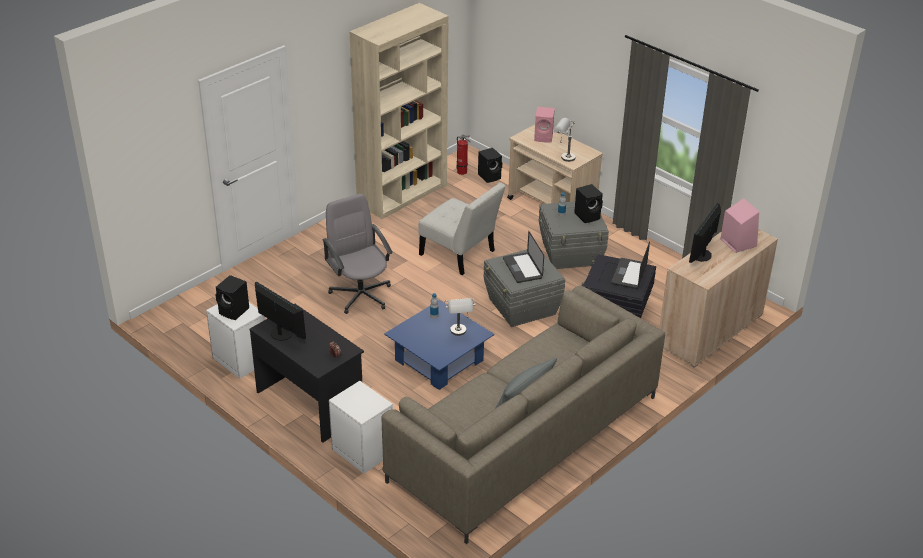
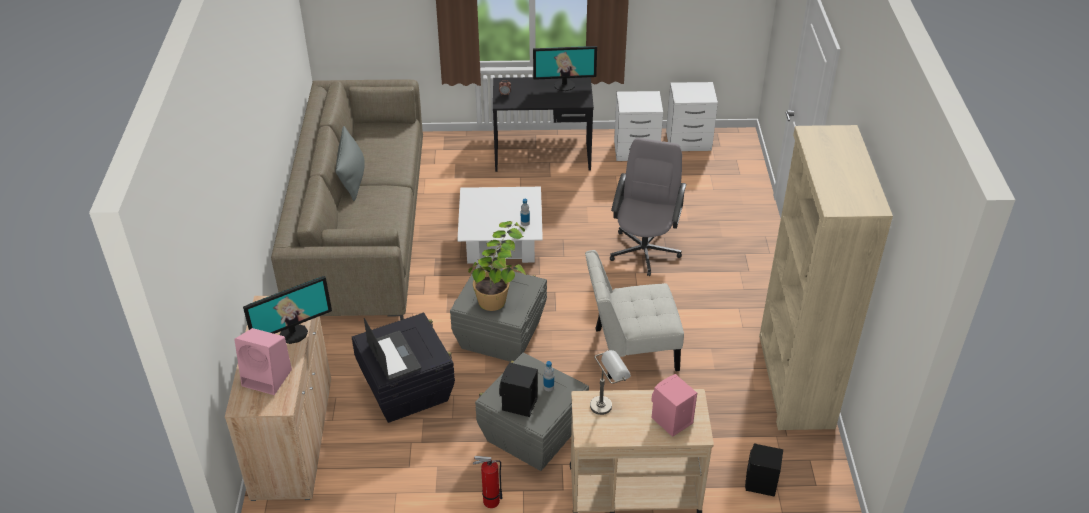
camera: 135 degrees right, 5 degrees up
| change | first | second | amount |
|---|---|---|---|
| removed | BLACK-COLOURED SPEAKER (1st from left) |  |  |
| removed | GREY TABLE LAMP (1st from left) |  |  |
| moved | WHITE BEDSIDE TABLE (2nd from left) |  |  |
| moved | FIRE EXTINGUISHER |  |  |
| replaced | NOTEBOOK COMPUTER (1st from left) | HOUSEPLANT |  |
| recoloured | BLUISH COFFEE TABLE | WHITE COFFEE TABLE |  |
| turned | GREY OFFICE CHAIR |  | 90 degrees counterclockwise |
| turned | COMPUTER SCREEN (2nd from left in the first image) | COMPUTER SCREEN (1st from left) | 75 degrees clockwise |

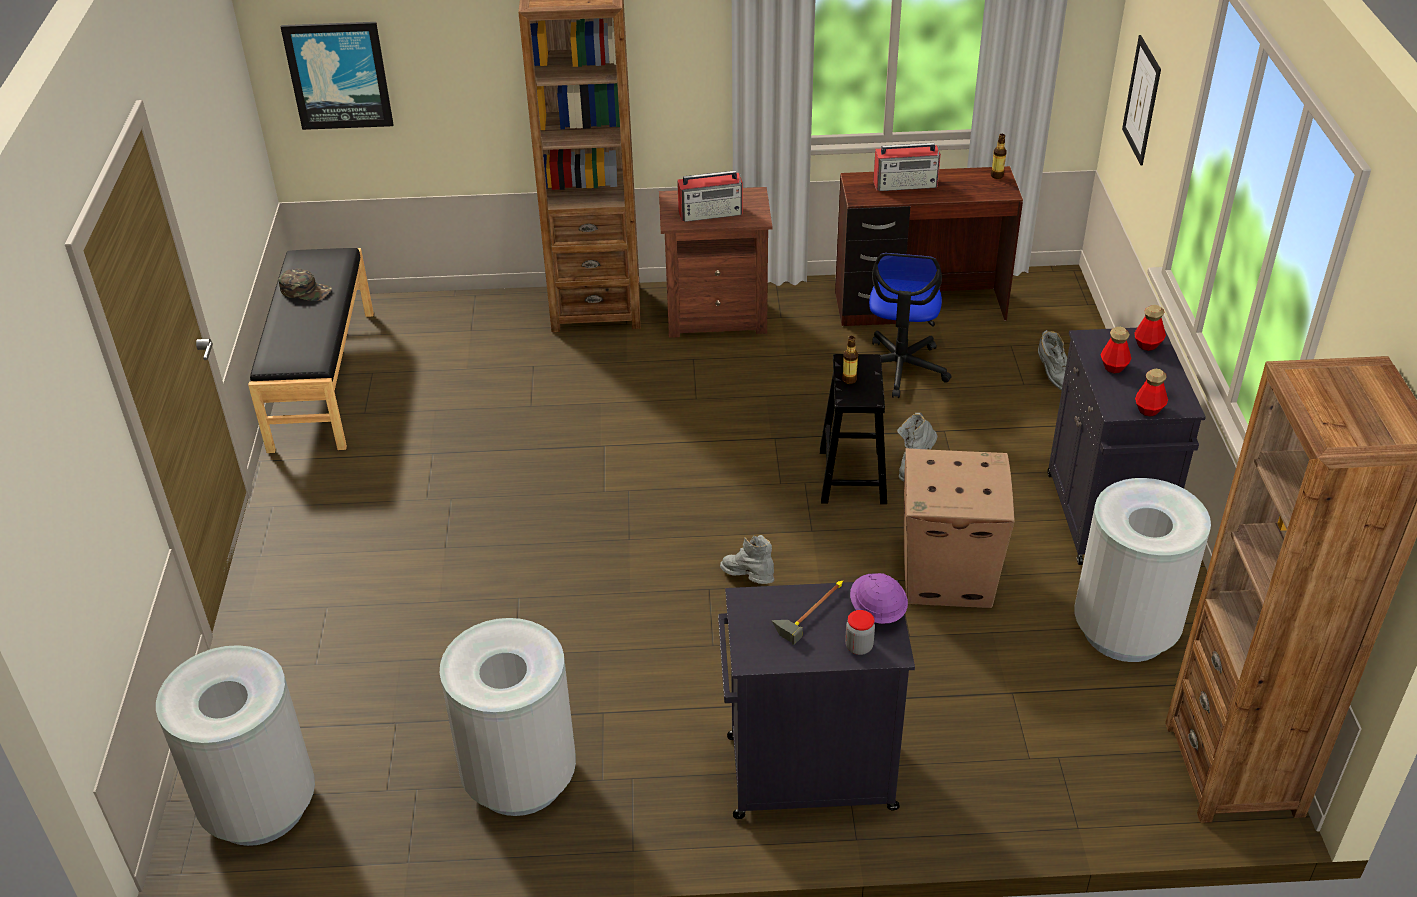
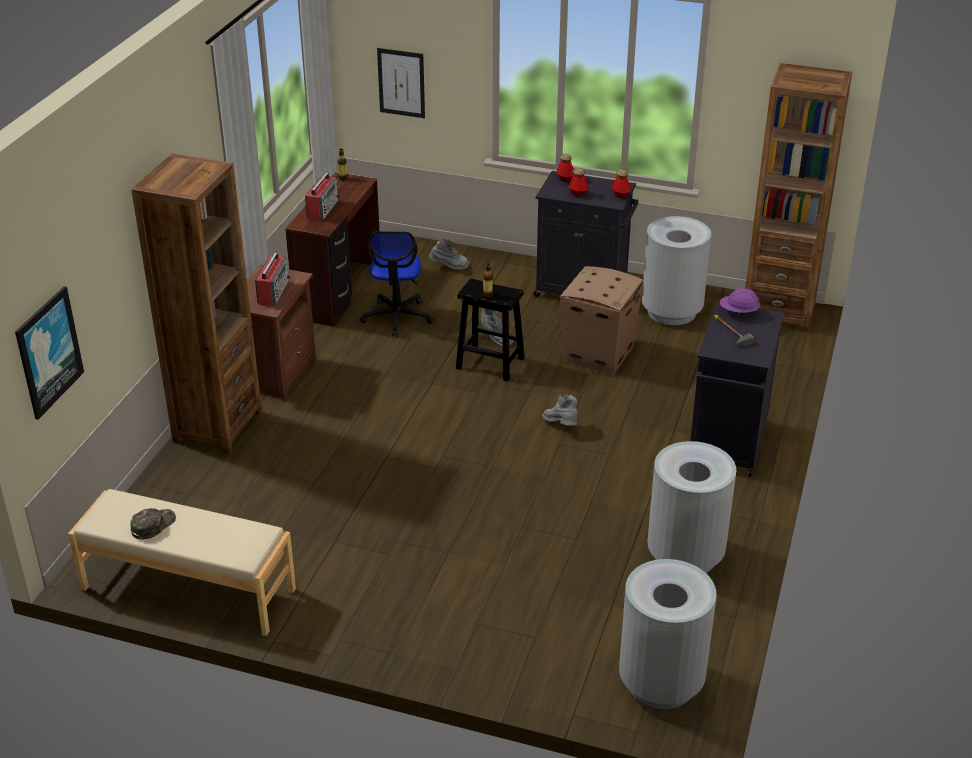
camera: 70 degrees left, 5 degrees down
| change | first | second | amount |
|---|---|---|---|
| removed | JAR |  |  |
| recoloured | BLACK-COLOURED INDOOR BENCH | SAND-COLOURED INDOOR BENCH |  |
| turned | GREY BOOT (1st from left in the first image) | GREY BOOT (3rd from left) | 75 degrees clockwise |
| turned | OFFICE CHAIR |  | 60 degrees clockwise |

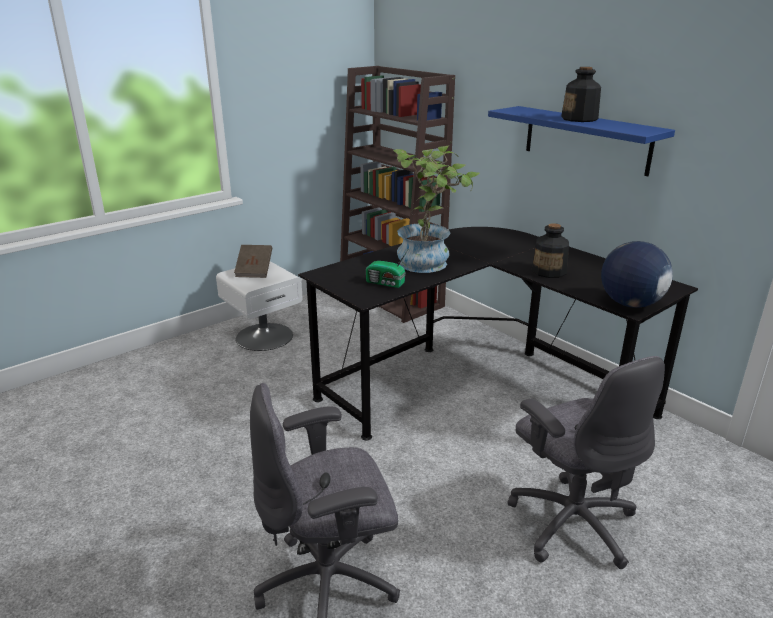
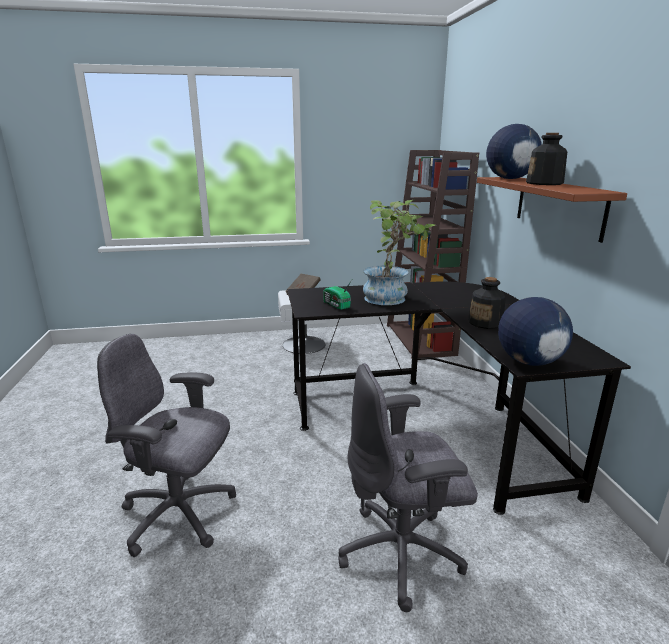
camera: 30 degrees right, 5 degrees down
| change | first | second | amount |
|---|---|---|---|
| added |  | GLOBE (1st from left) |  |
| recoloured | BLUISH SHELF | BROWN-COLOURED SHELF |  |
| turned | GREY OFFICE CHAIR (2nd from left) |  | 75 degrees clockwise |

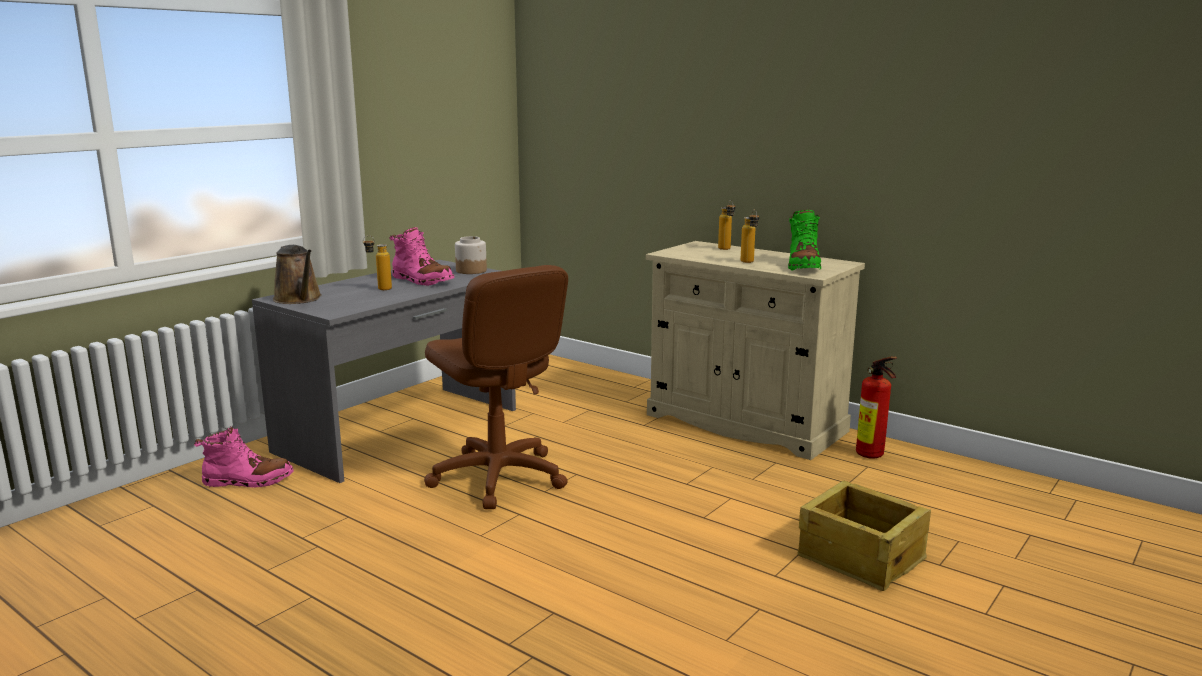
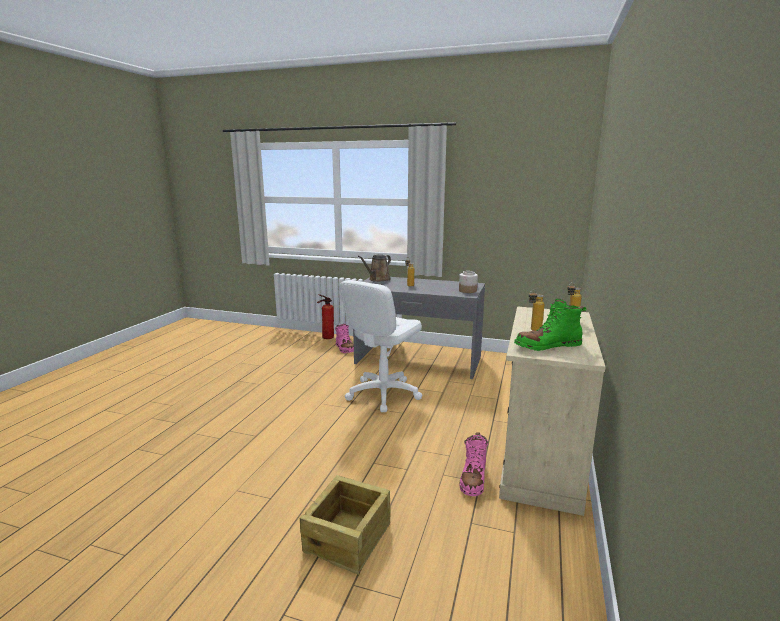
camera: 70 degrees right, 0 degrees up
| change | first | second | amount |
|---|---|---|---|
| moved | PINK BOOT (2nd from left) |  |  |
| moved | FIRE EXTINGUISHER |  |  |
| recoloured | BROWN-COLOURED OFFICE CHAIR | WHITE OFFICE CHAIR |  |

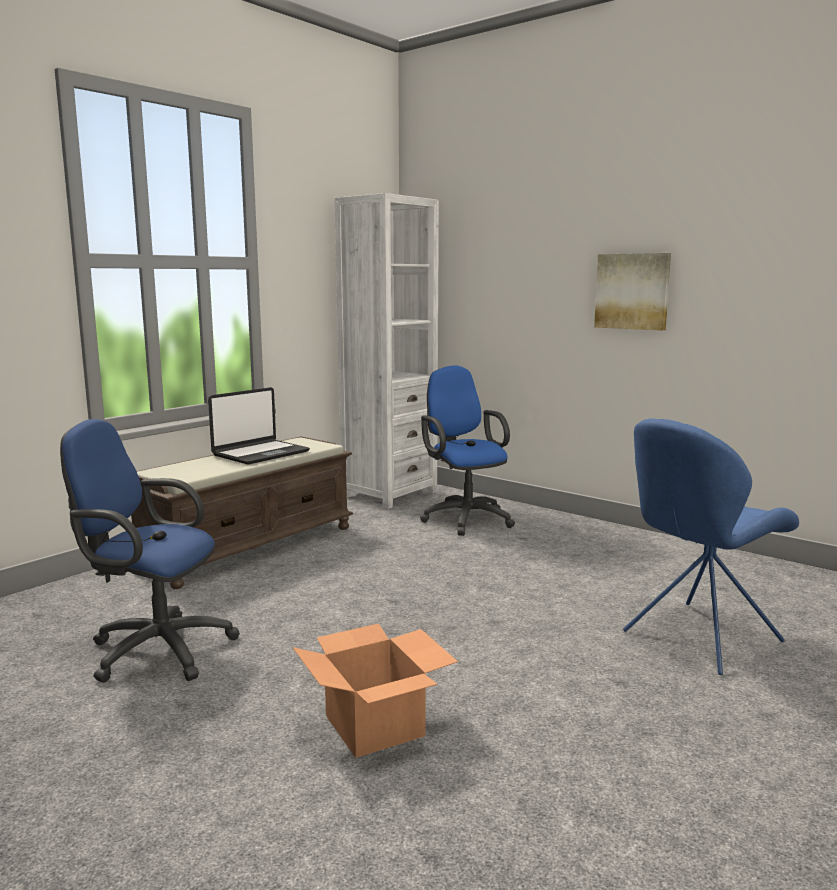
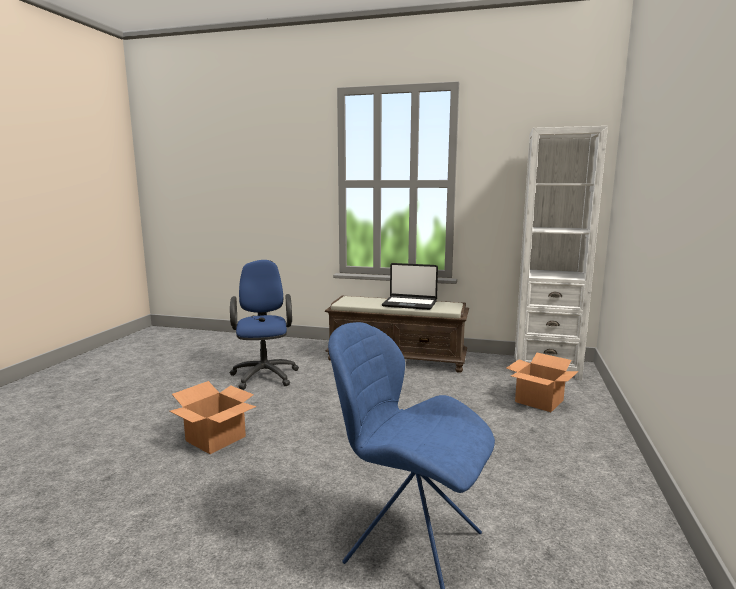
camera: 65 degrees right, 0 degrees up
| change | first | second | amount |
|---|---|---|---|
| removed | WALL PICTURE |  |  |
| replaced | BLUISH OFFICE CHAIR (2nd from left) | CARTON (2nd from left) |  |

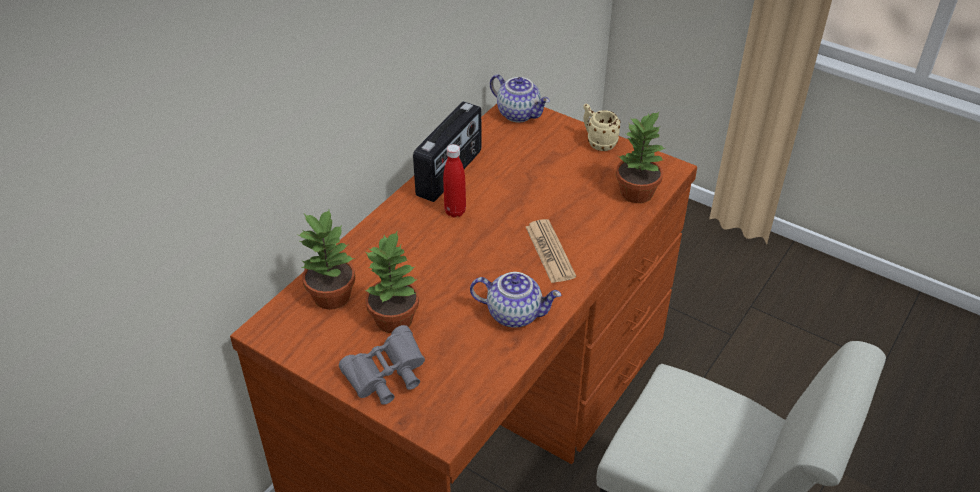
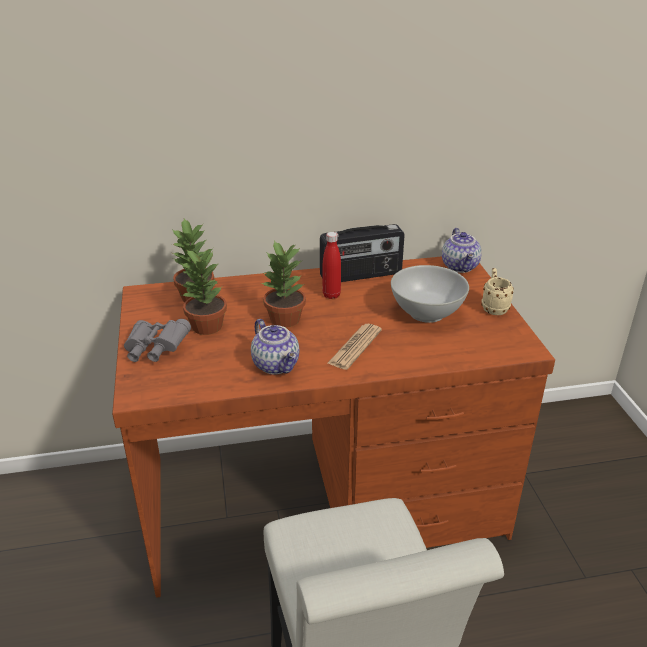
camera: 45 degrees right, 10 degrees down
| change | first | second | amount |
|---|---|---|---|
| added |  | WHITE BOWL |  |
| moved | HOUSEPLANT (3rd from left) |  |  |

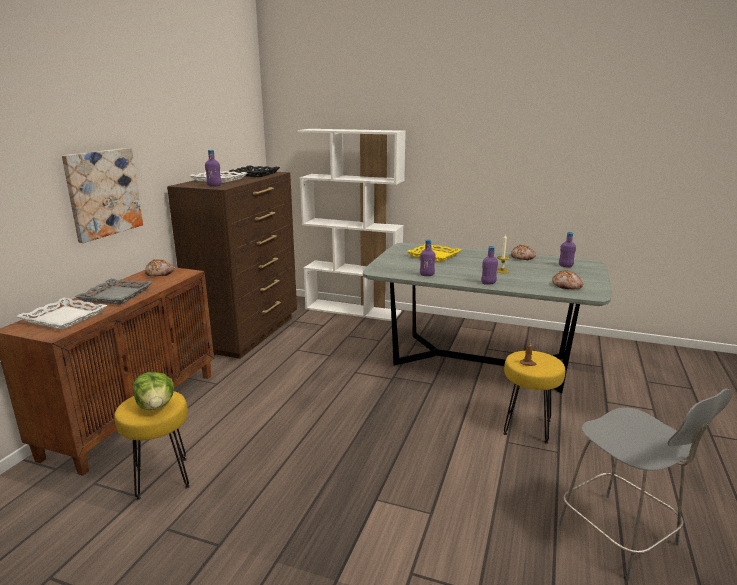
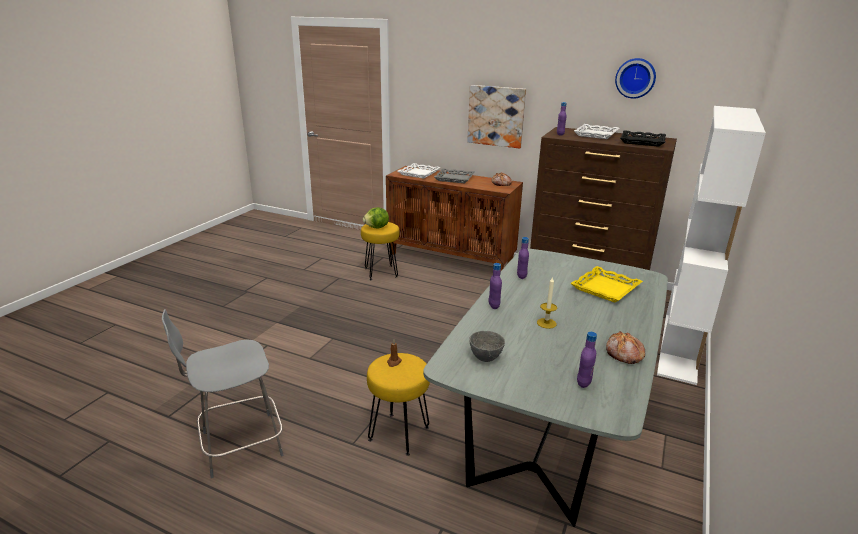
camera: 95 degrees right, 5 degrees up
| change | first | second | amount |
|---|---|---|---|
| added |  | HANGING CLOCK |  |
| replaced | BAKERY BREAD (3rd from left) | GREY BOWL |  |

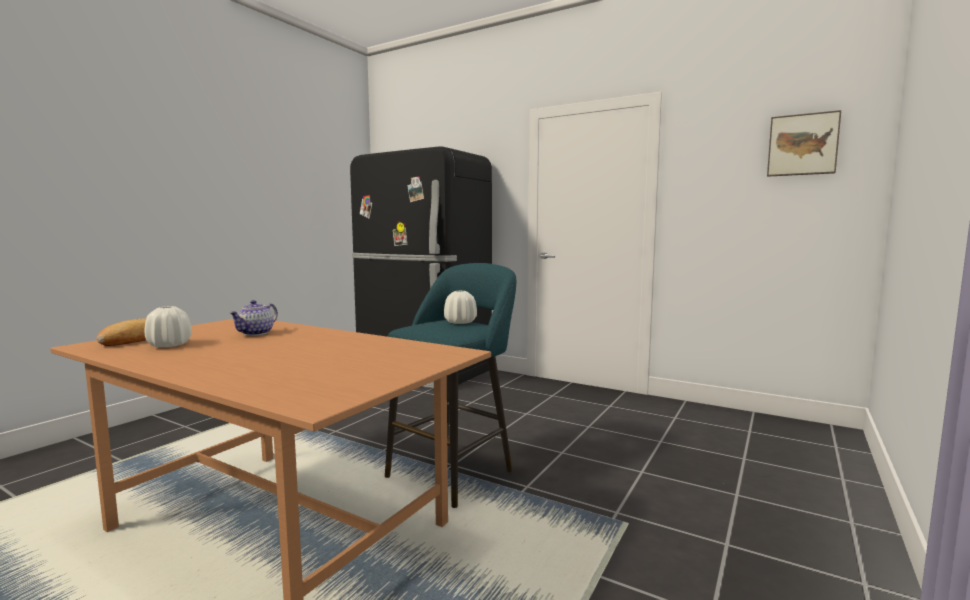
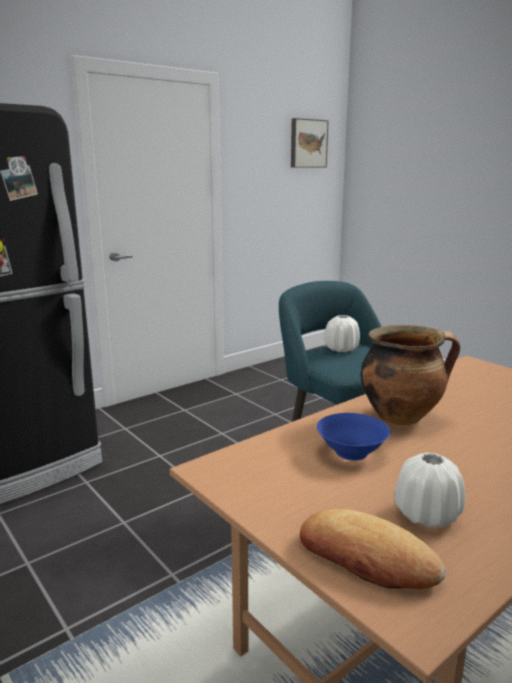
camera: 70 degrees left, 10 degrees up
| change | first | second | amount |
|---|---|---|---|
| added |  | SAUCEPOT |  |
| replaced | TEA POT | BLUISH BOWL |  |

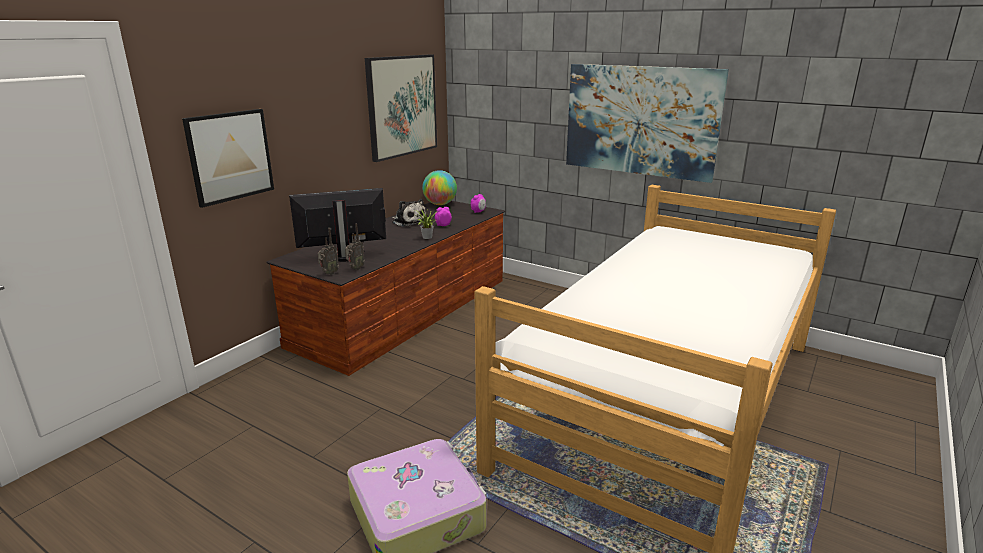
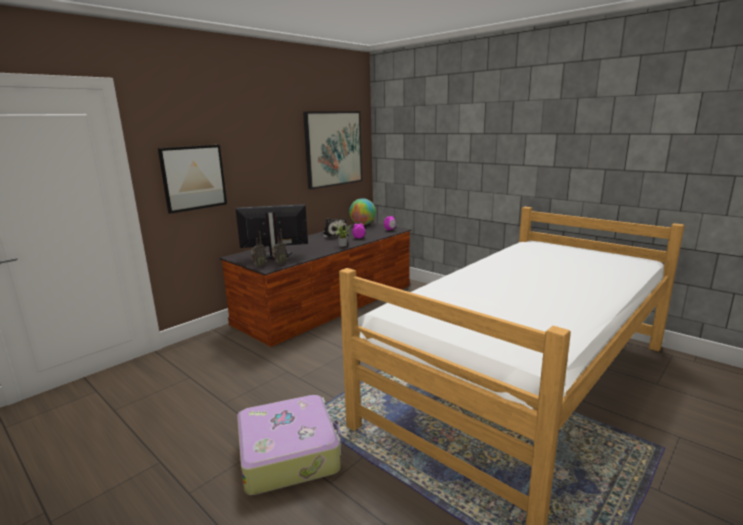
camera: 10 degrees right, 5 degrees down
| change | first | second | amount |
|---|---|---|---|
| removed | WALL PICTURE (3rd from left) |  |  |

